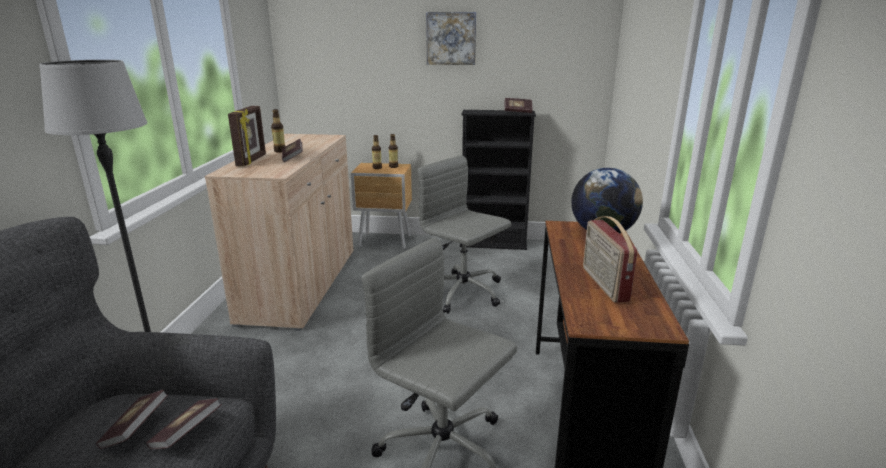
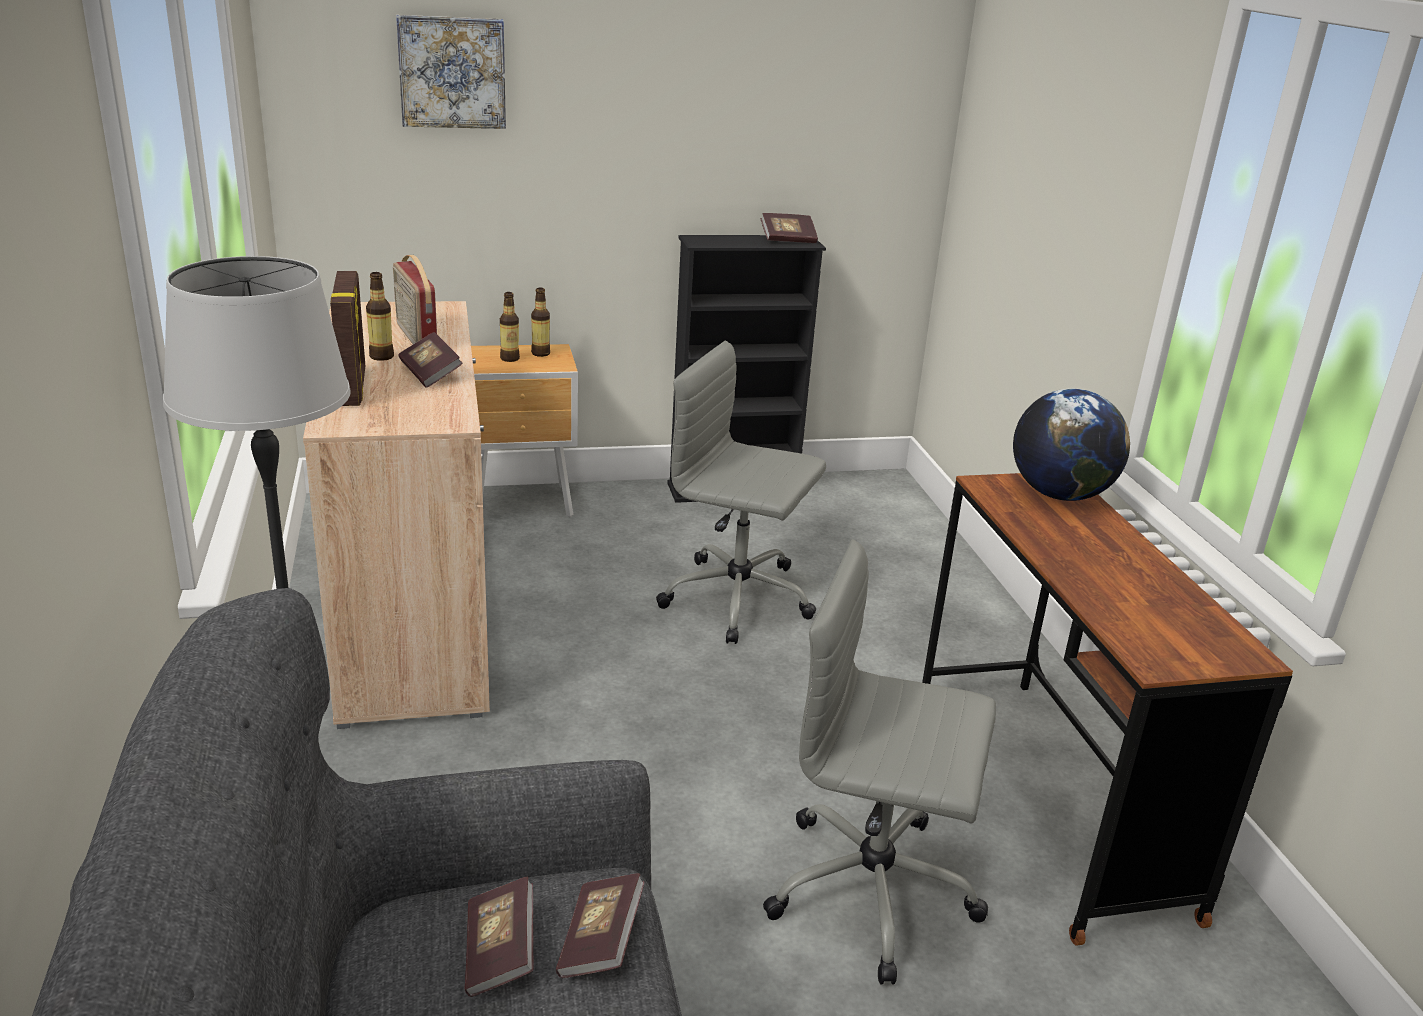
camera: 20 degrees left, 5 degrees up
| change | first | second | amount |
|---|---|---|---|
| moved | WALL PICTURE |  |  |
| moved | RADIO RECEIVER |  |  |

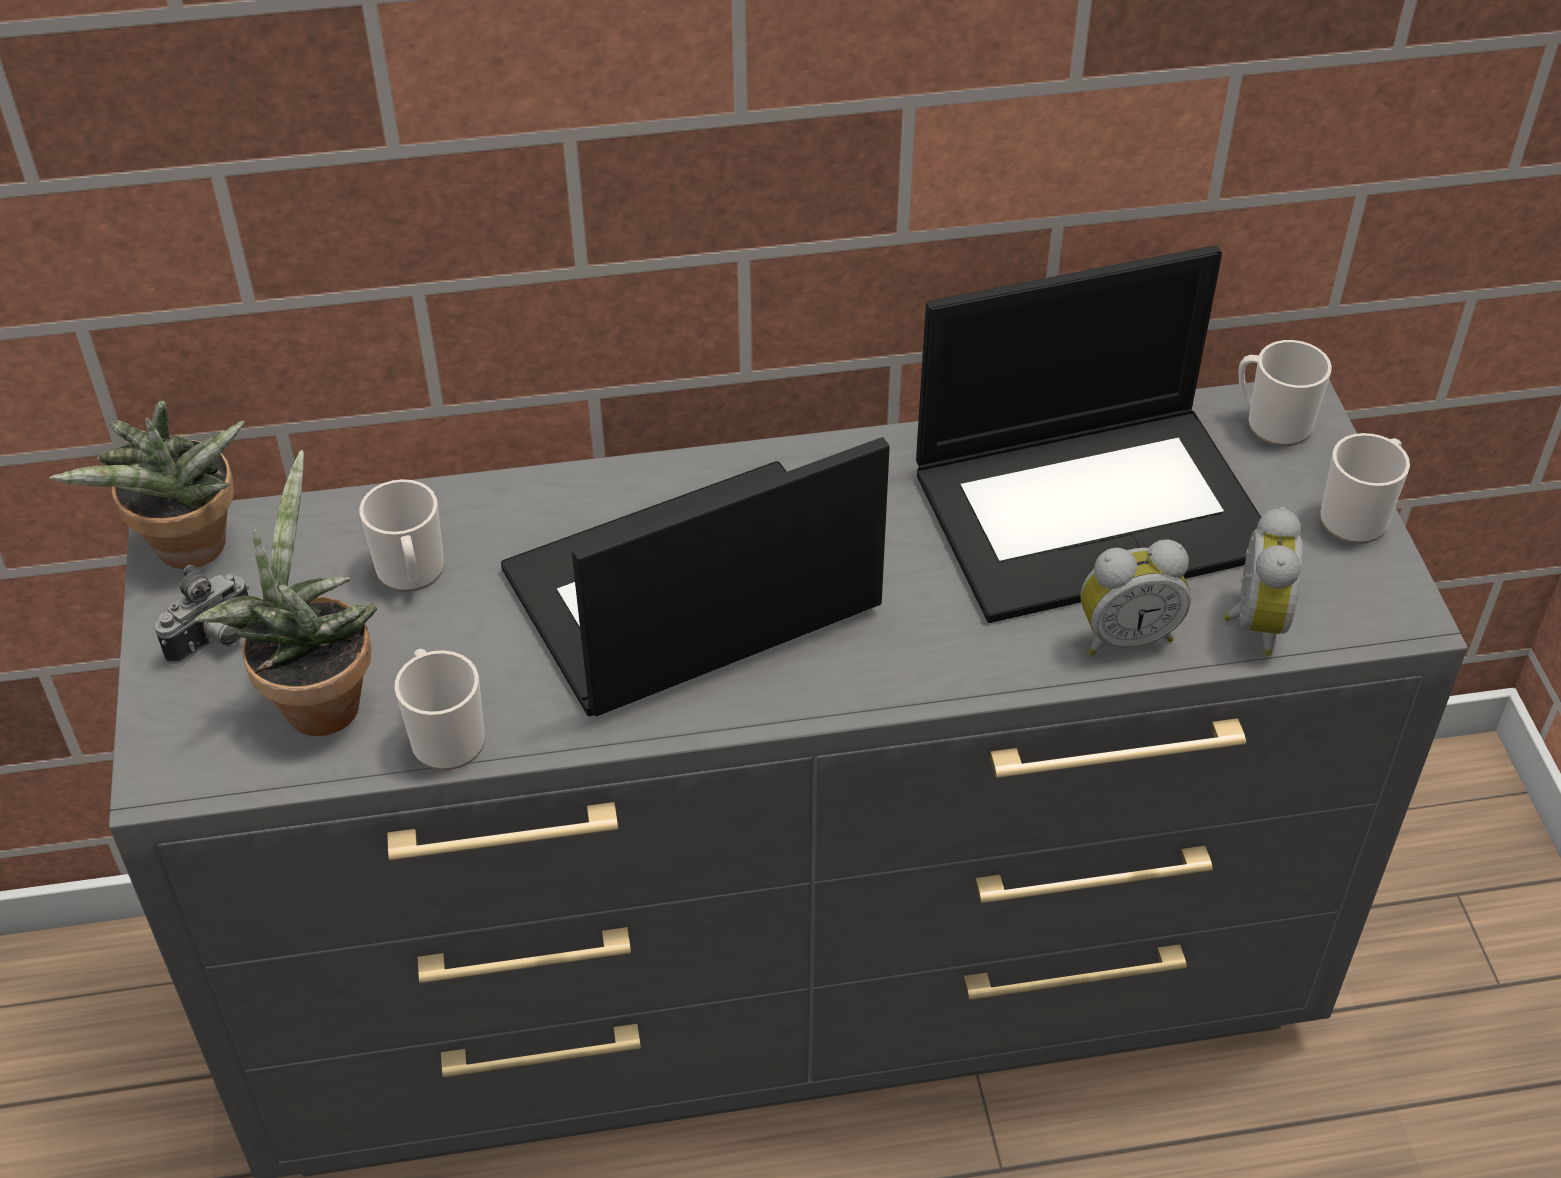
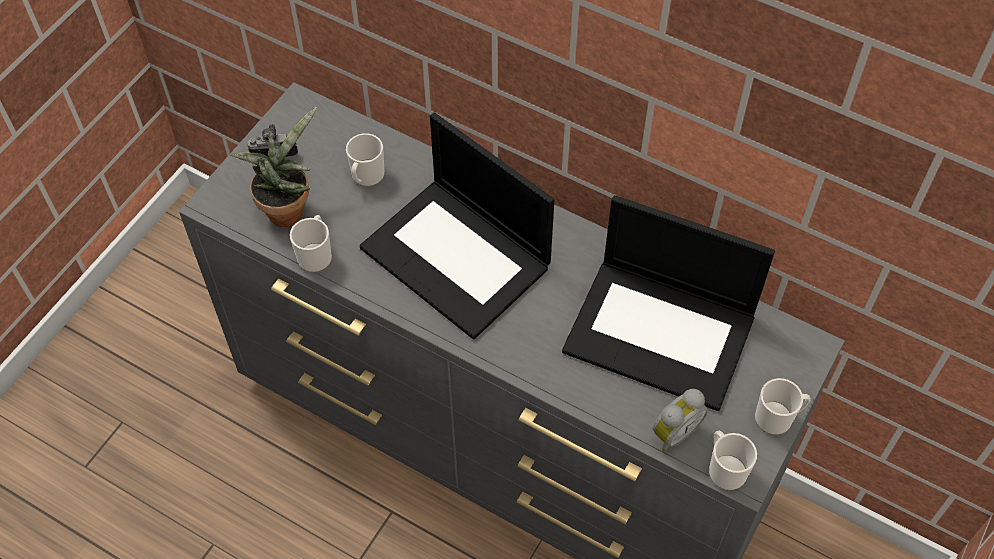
camera: 40 degrees right, 10 degrees up
| change | first | second | amount |
|---|---|---|---|
| removed | HOUSEPLANT (1st from left) |  |  |
| removed | BEDSIDE CLOCK (1st from left) |  |  |
| moved | COFFEE MUG (3rd from left) |  |  |
| turned | NOTEBOOK COMPUTER (1st from left) |  | 150 degrees counterclockwise |

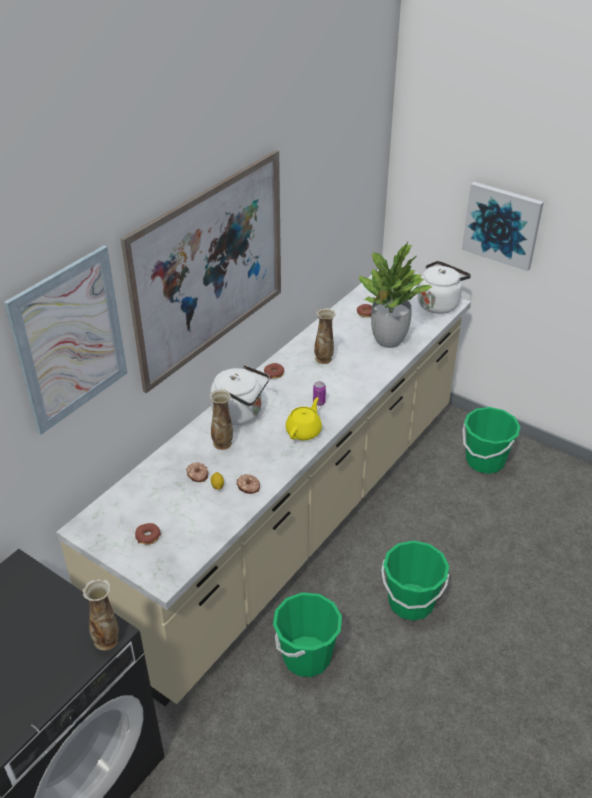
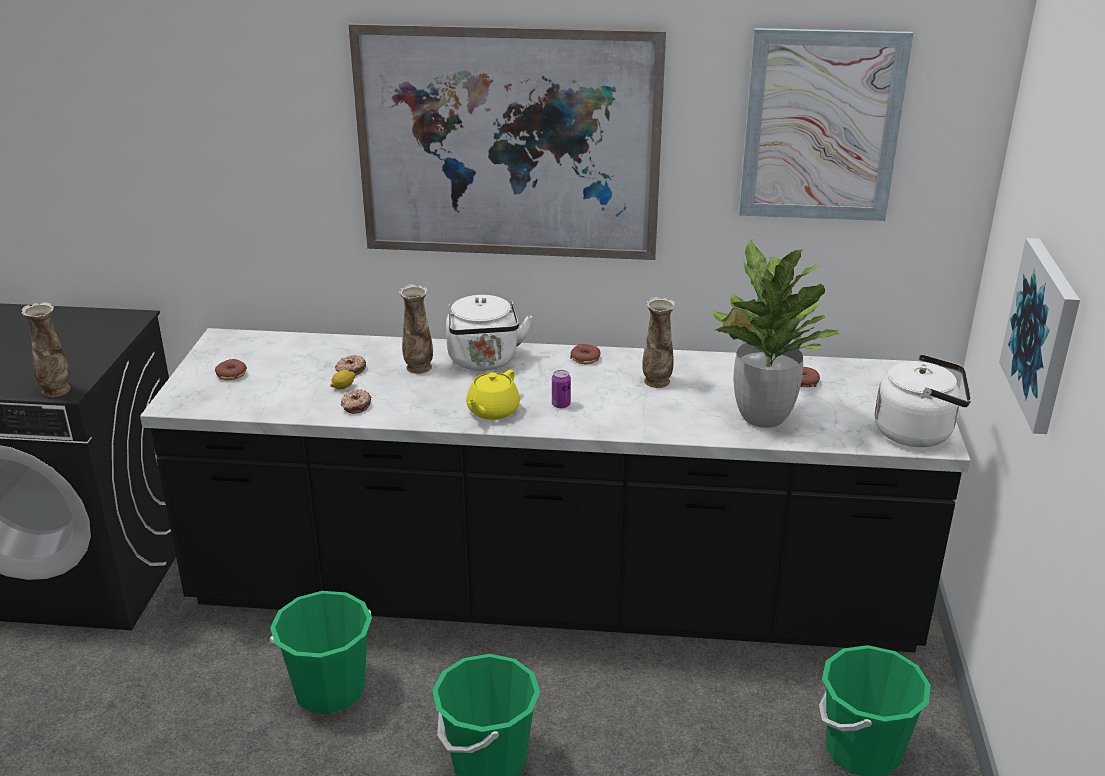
camera: 60 degrees right, 10 degrees down
| change | first | second | amount |
|---|---|---|---|
| moved | WALL PICTURE (1st from left in the first image) | WALL PICTURE (2nd from left) |  |
| recoloured | SAND-COLOURED COUNTER | BLACK-COLOURED COUNTER |  |
| turned | YELLOWISH TEA POT |  | 120 degrees clockwise |

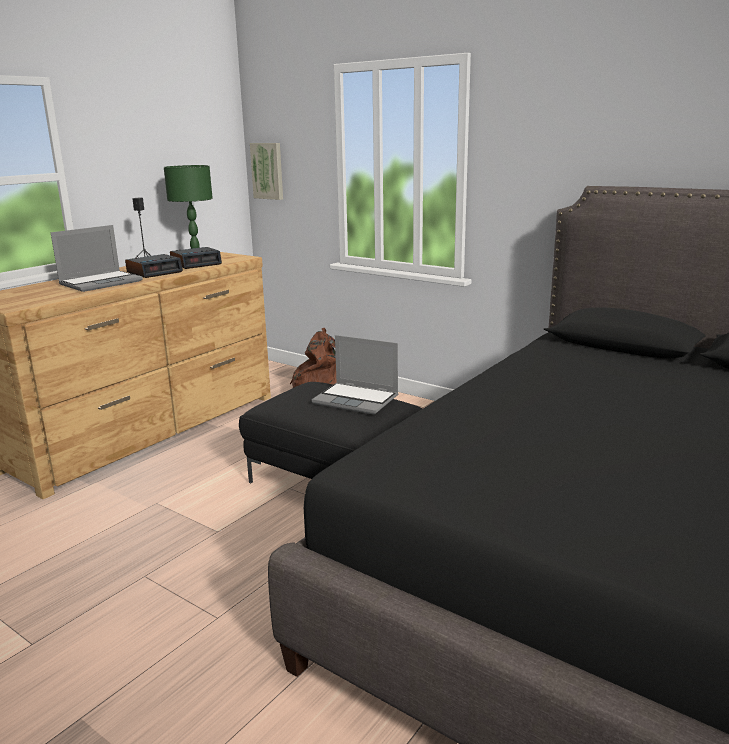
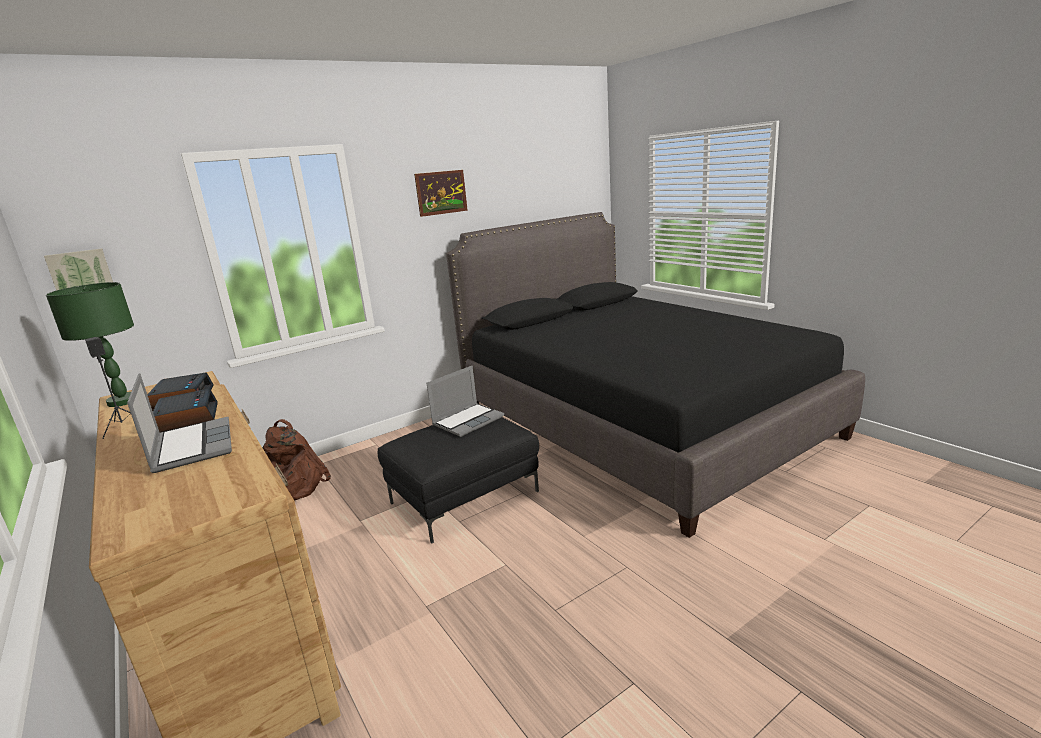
camera: 70 degrees left, 0 degrees up
| change | first | second | amount |
|---|---|---|---|
| added |  | WALL PICTURE (2nd from left) |  |

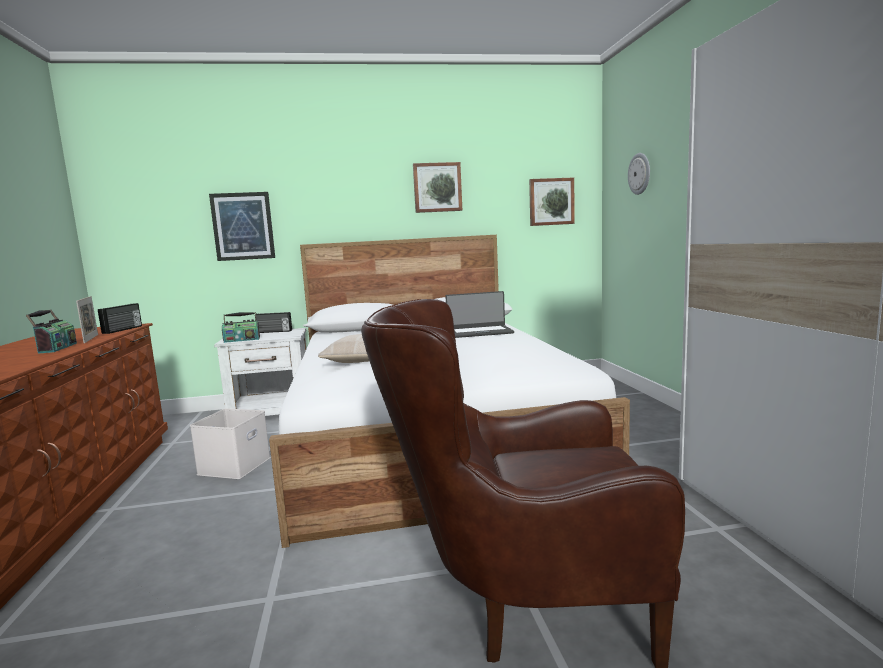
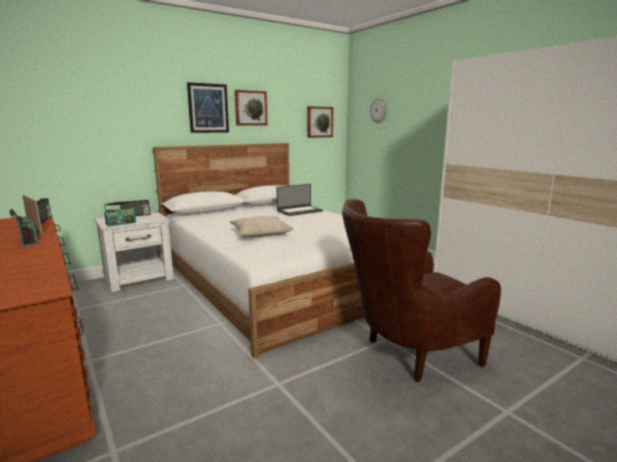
camera: 25 degrees left, 5 degrees up
| change | first | second | amount |
|---|---|---|---|
| removed | WHITE STORAGE BIN |  |  |
| moved | WALL PICTURE (1st from left) |  |  |

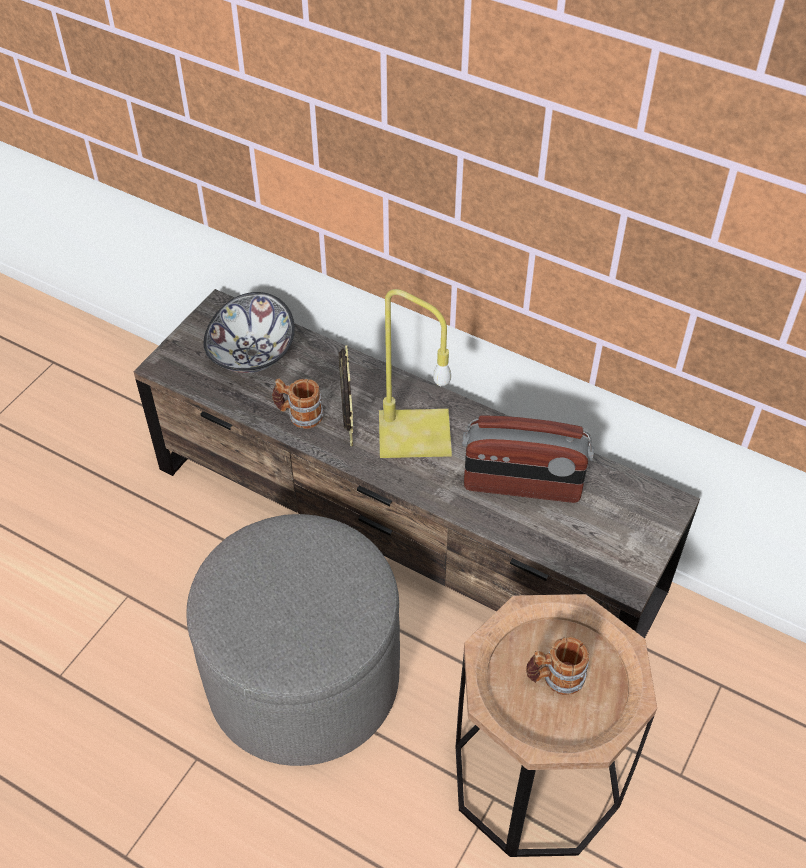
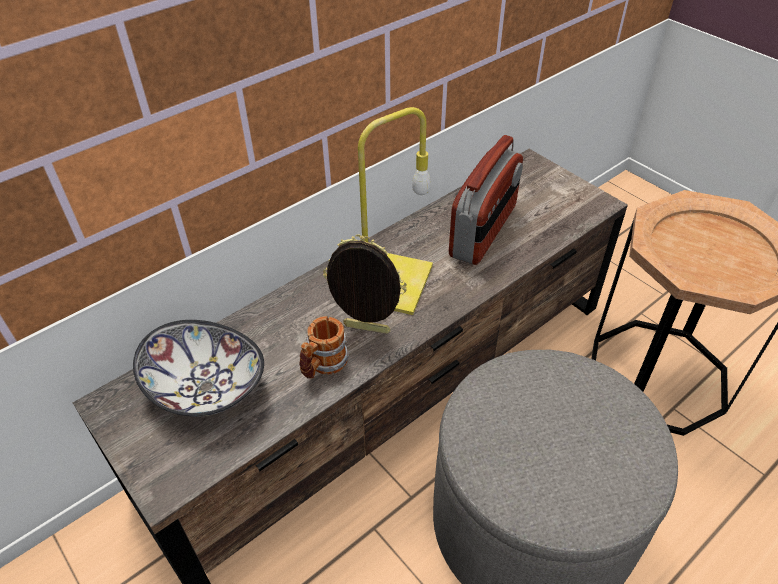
camera: 70 degrees left, 5 degrees down
| change | first | second | amount |
|---|---|---|---|
| removed | COFFEE MUG (2nd from left) |  |  |

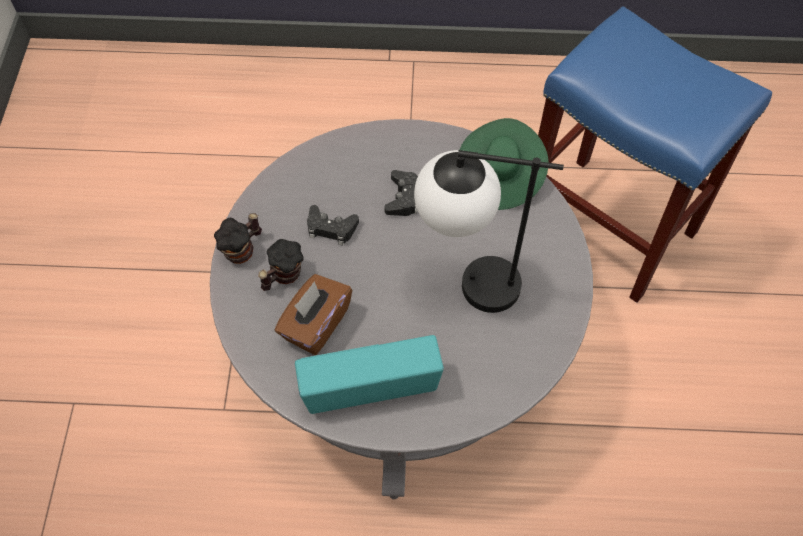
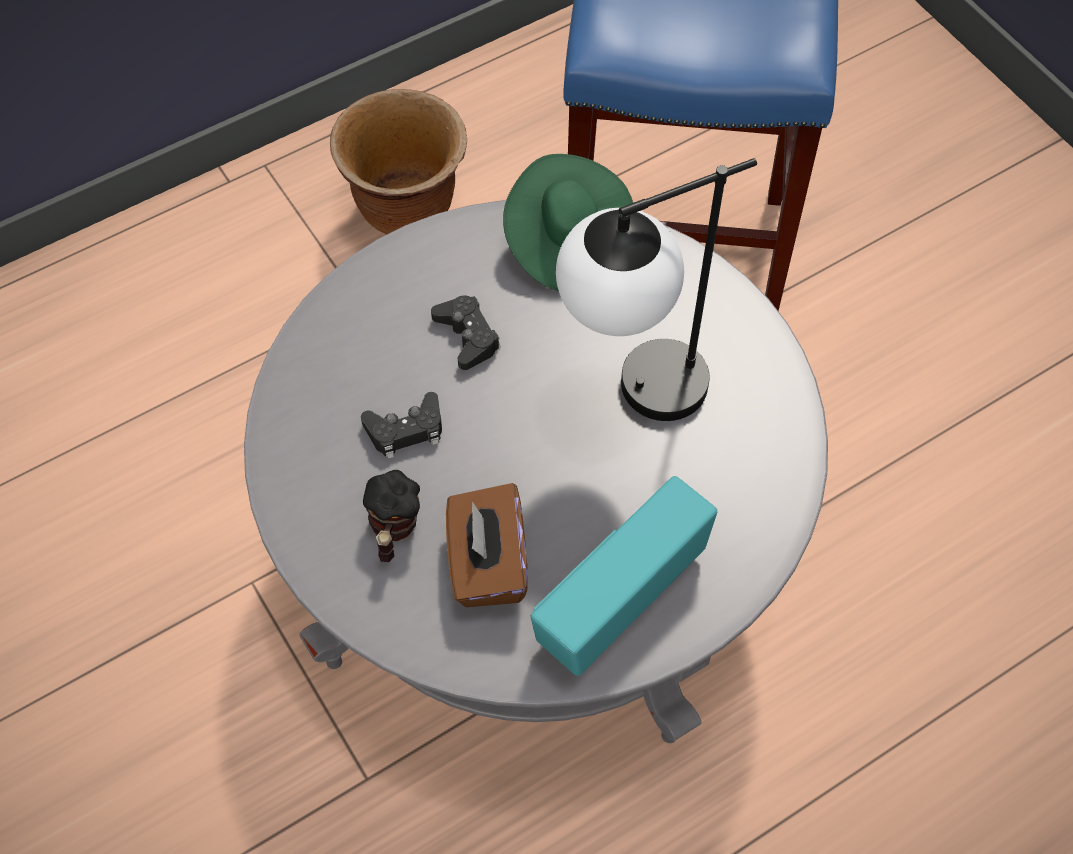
camera: 35 degrees left, 0 degrees up
| change | first | second | amount |
|---|---|---|---|
| removed | COFFEE MUG (1st from left) |  |  |
| added |  | BROWN-COLOURED PLANT POT |  |

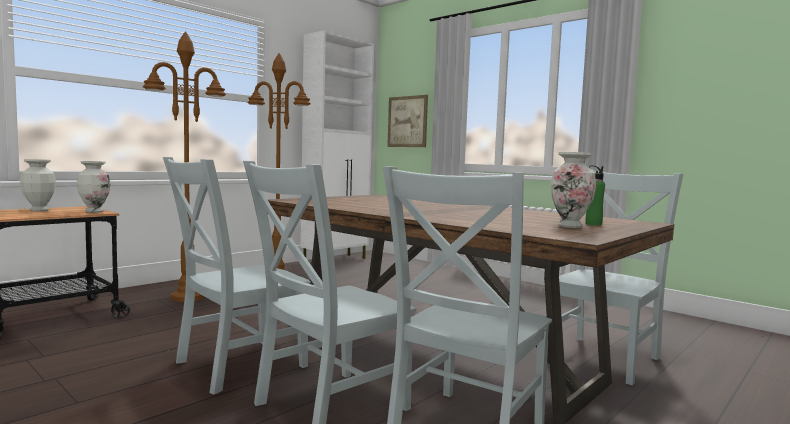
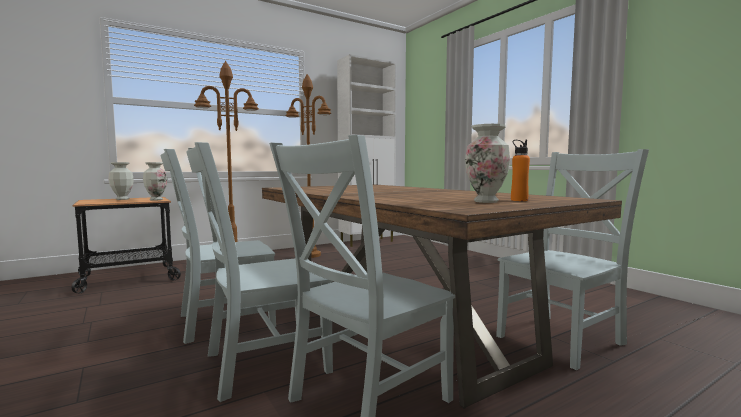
camera: 15 degrees right, 0 degrees up
| change | first | second | amount |
|---|---|---|---|
| removed | WALL PICTURE |  |  |
| recoloured | GREENISH DRINK BOTTLE | ORANGE DRINK BOTTLE |  |

